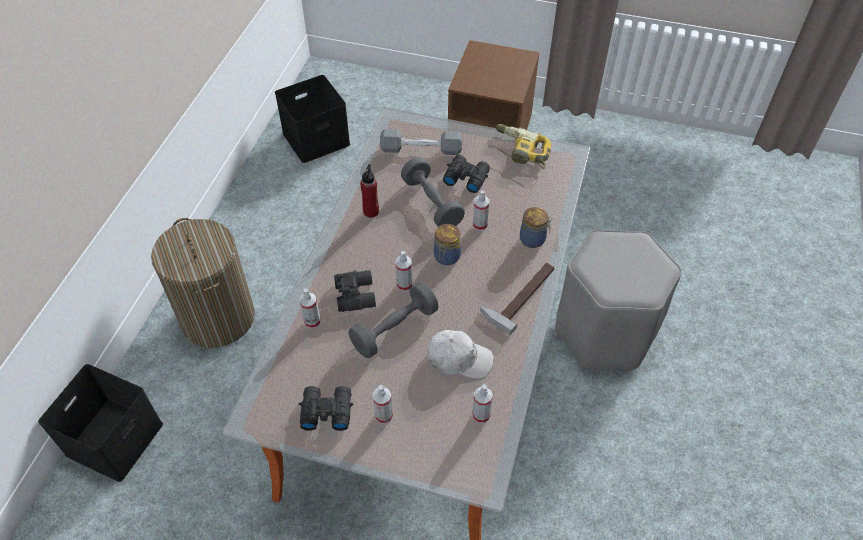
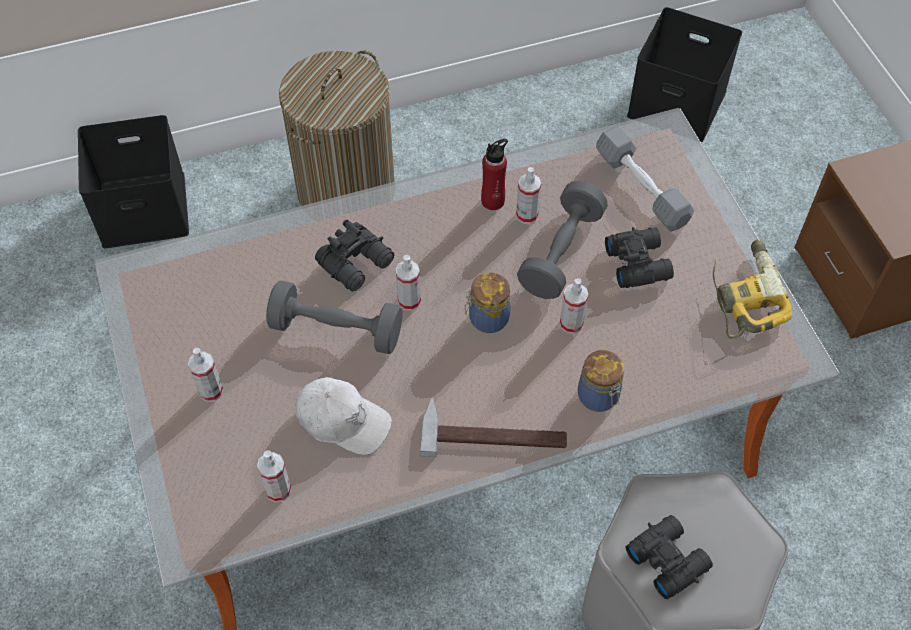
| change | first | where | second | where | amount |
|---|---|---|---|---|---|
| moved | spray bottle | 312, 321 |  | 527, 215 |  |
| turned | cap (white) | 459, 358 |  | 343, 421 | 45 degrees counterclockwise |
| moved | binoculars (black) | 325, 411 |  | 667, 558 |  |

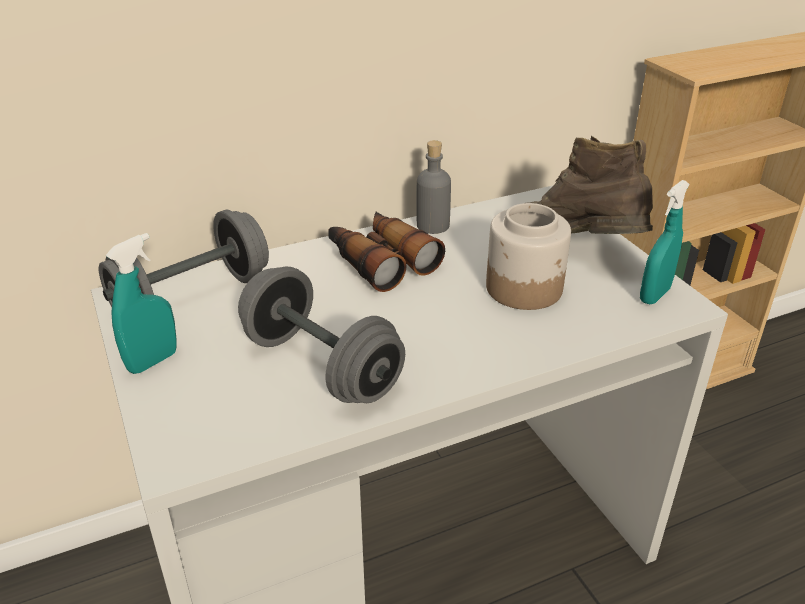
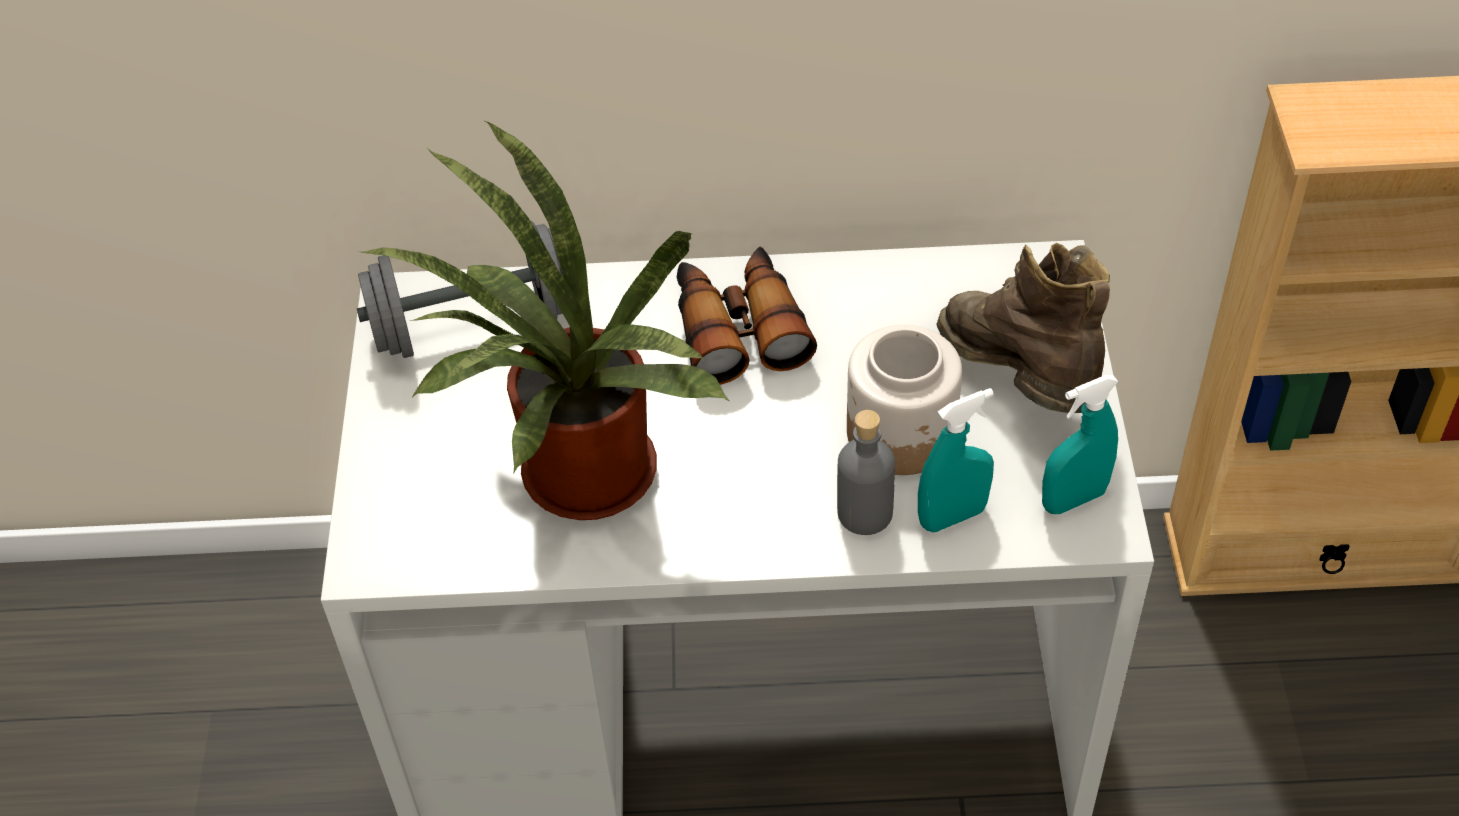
| change | first | where | second | where | amount |
|---|---|---|---|---|---|
| moved | bottle (grey) | 432, 225 |  | 864, 513 |  |
| moved | spray bottle (turquoise) | 153, 361 |  | 952, 516 |  |
| replaced | dumbbell (grey) | 321, 366 | potted plant | 578, 482 |  |

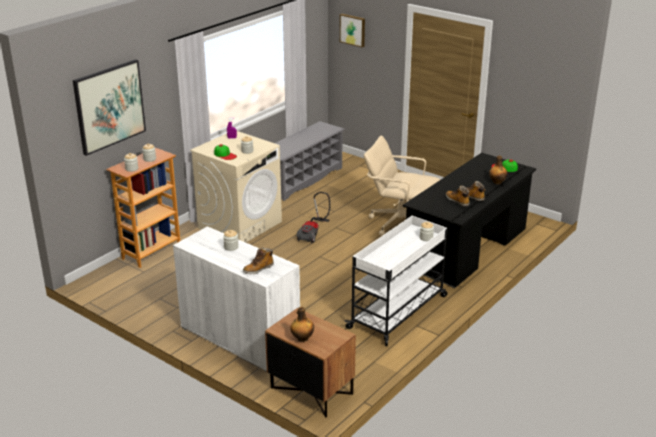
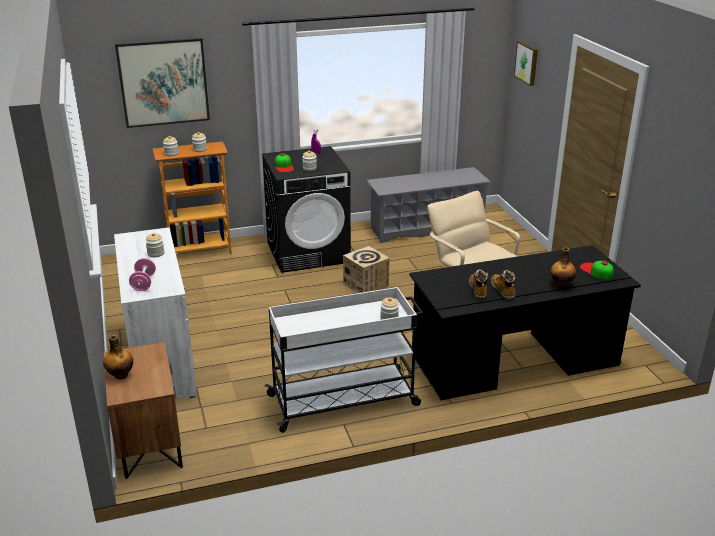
| change | first | where | second | where | amount |
|---|---|---|---|---|---|
| recoloured | washing machine (beige) | 240, 224 | washing machine (black) | 308, 252 |  |
| replaced | vacuum cleaner | 313, 233 | cardboard box | 366, 285 |  |
| replaced | boot | 258, 269 | dumbbell (pink) | 143, 283 |  |

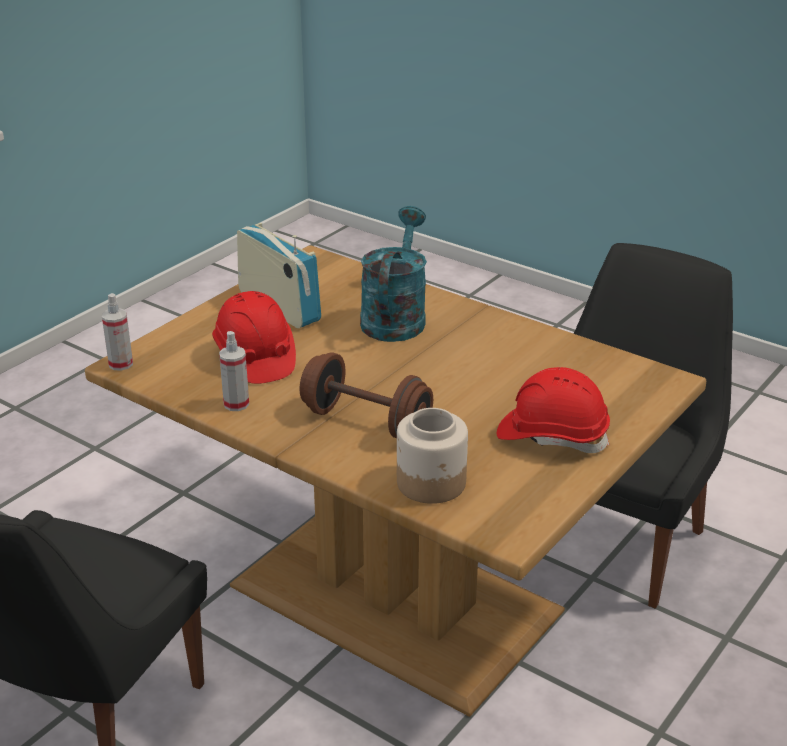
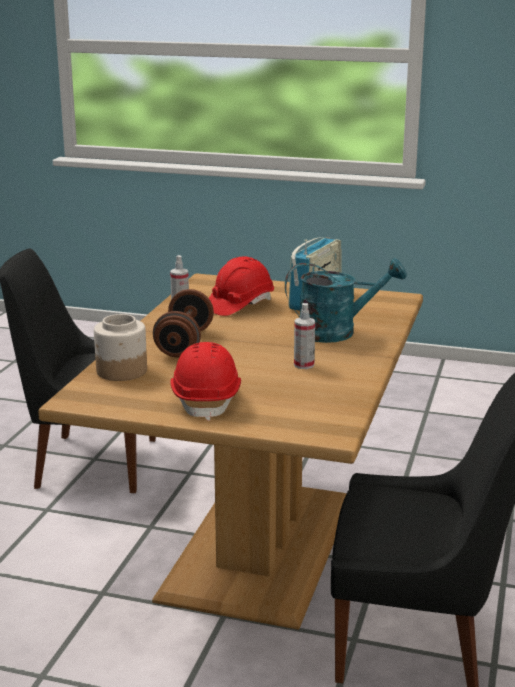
| change | first | where | second | where | amount |
|---|---|---|---|---|---|
| moved | spray bottle | 121, 364 |  | 304, 365 |  |

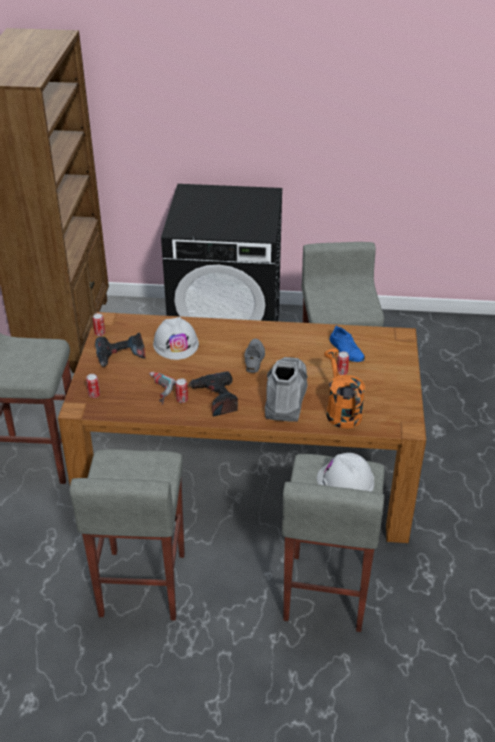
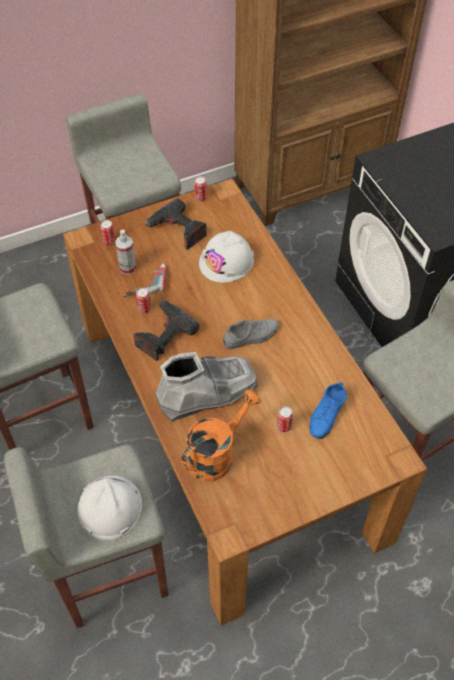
| change | first | where | second | where | amount |
|---|---|---|---|---|---|
| added |  |  | spray bottle | 127, 268 |  |

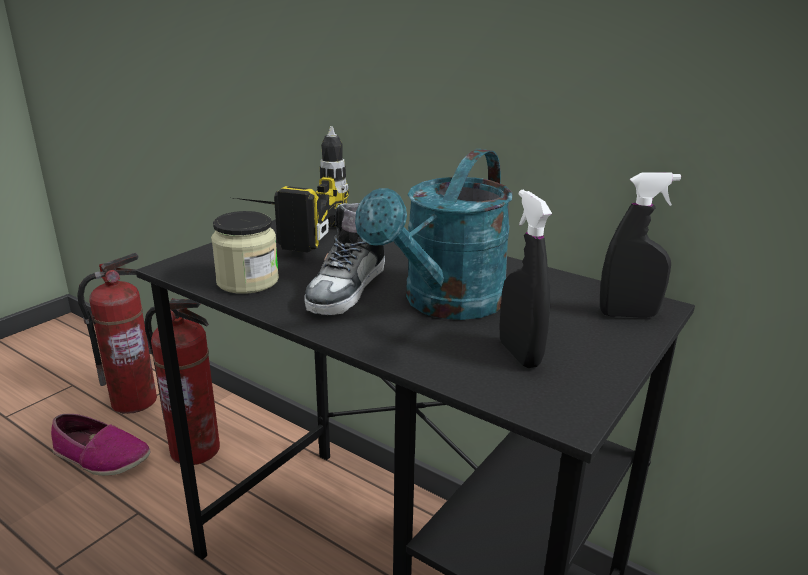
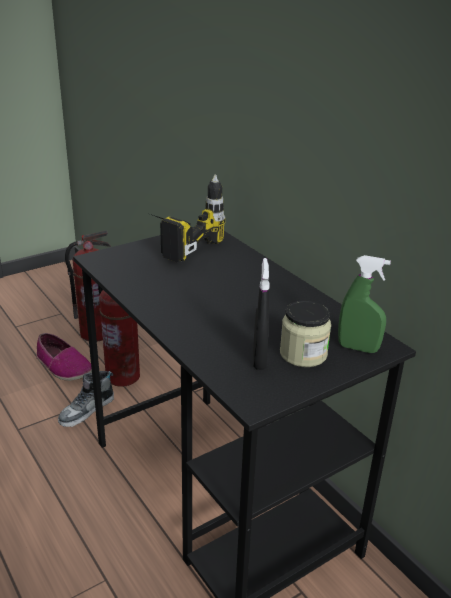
| change | first | where | second | where | amount |
|---|---|---|---|---|---|
| removed | watering can (turquoise) | 446, 304 |  |  |  |
| recoloured | spray bottle (black) | 628, 314 | spray bottle (green) | 358, 348 |  |
| moved | shoe | 348, 288 |  | 87, 410 |  |
| moved | jar | 247, 281 |  | 303, 354 |  |

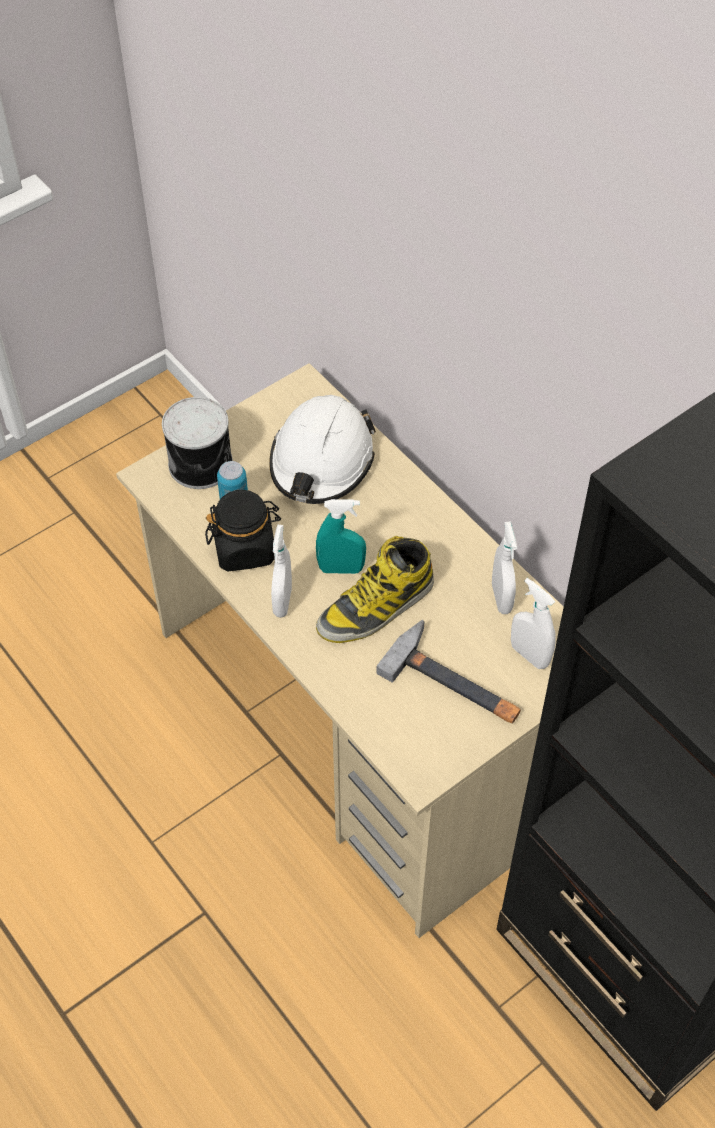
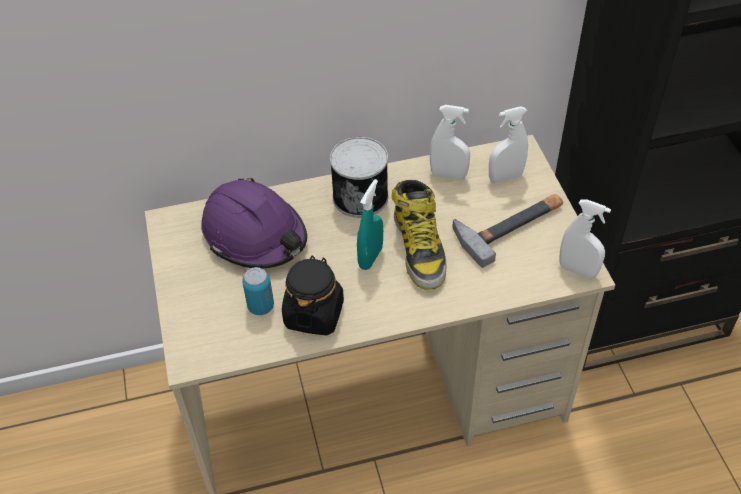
| change | first | where | second | where | amount |
|---|---|---|---|---|---|
| recoloured | hard hat (white) | 321, 461 | hard hat (purple) | 255, 235 |  |
| moved | can | 202, 464 |  | 361, 196 |  |
| moved | spray bottle (white) | 282, 601 |  | 577, 270 |  |

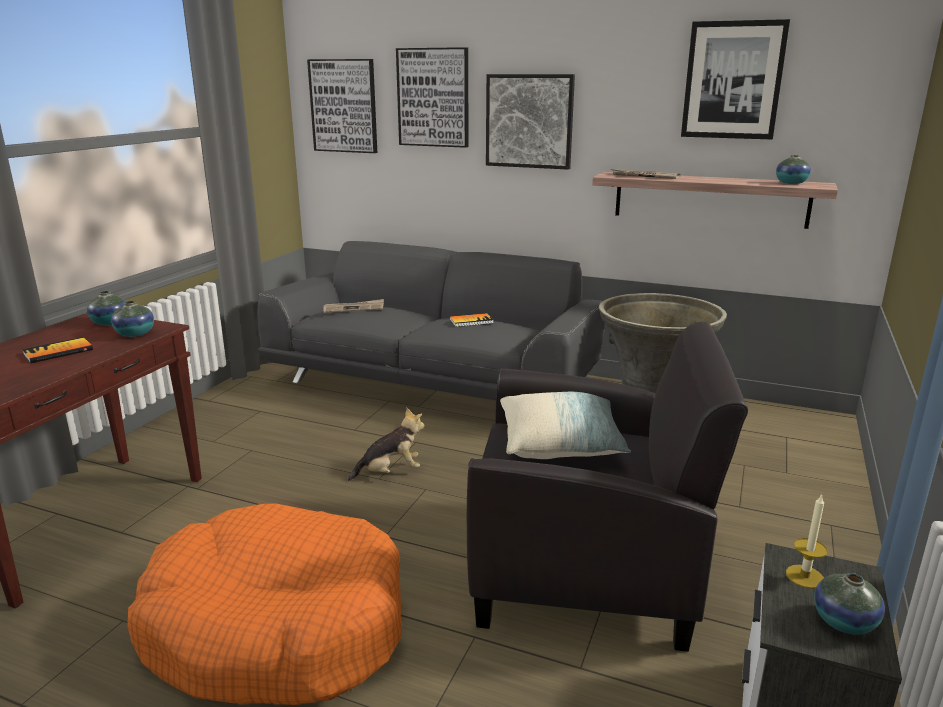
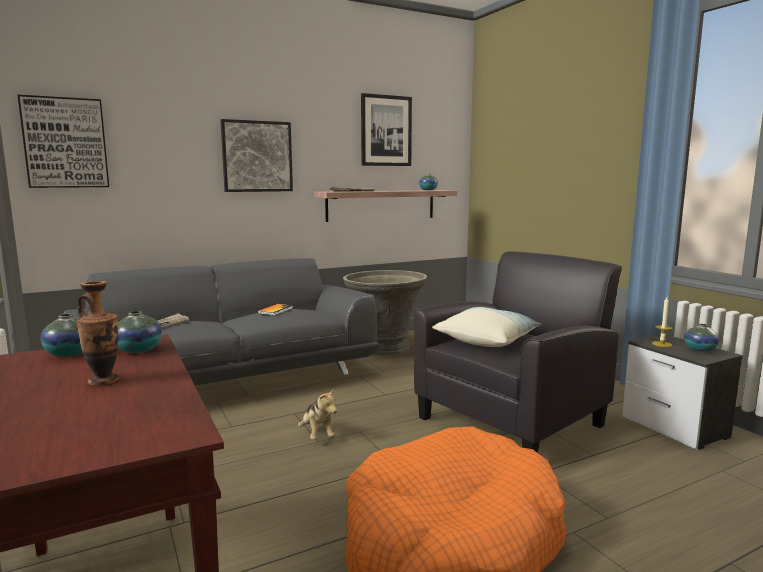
| change | first | where | second | where | amount |
|---|---|---|---|---|---|
| removed | picture | 433, 97 |  |  |  |
| replaced | book | 58, 352 | vase | 103, 381 |  |
| turned | plush toy | 390, 472 |  | 317, 435 | 135 degrees clockwise |

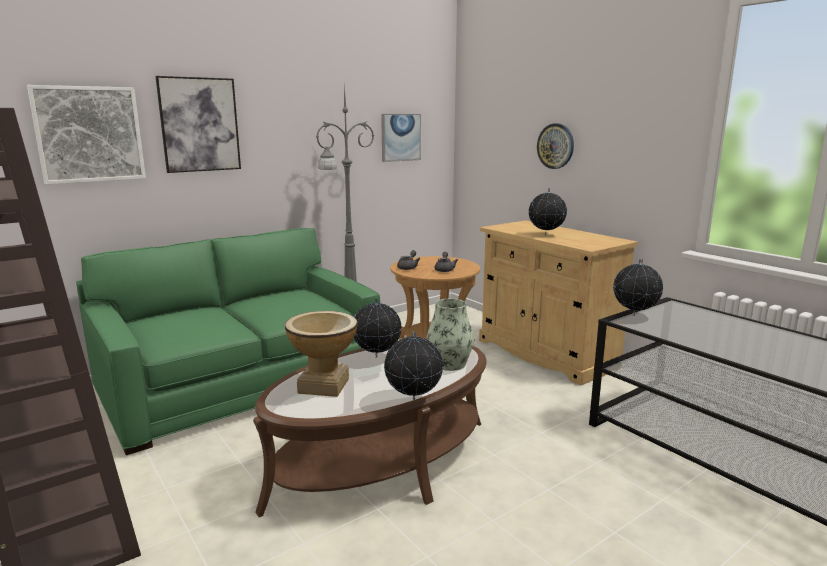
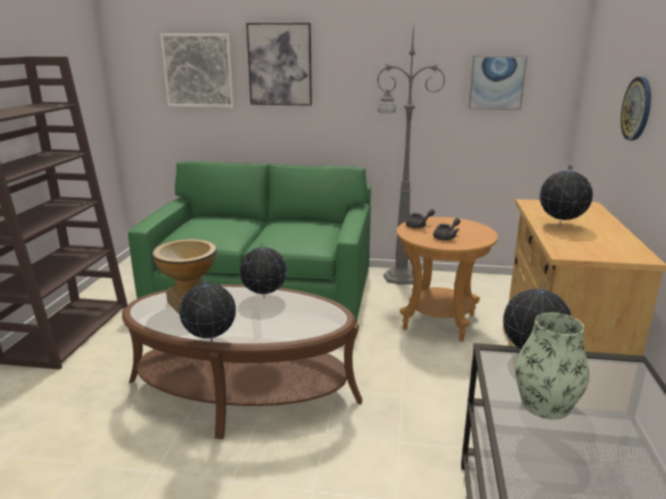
| change | first | where | second | where | amount |
|---|---|---|---|---|---|
| moved | vase | 449, 364 |  | 545, 404 |  |

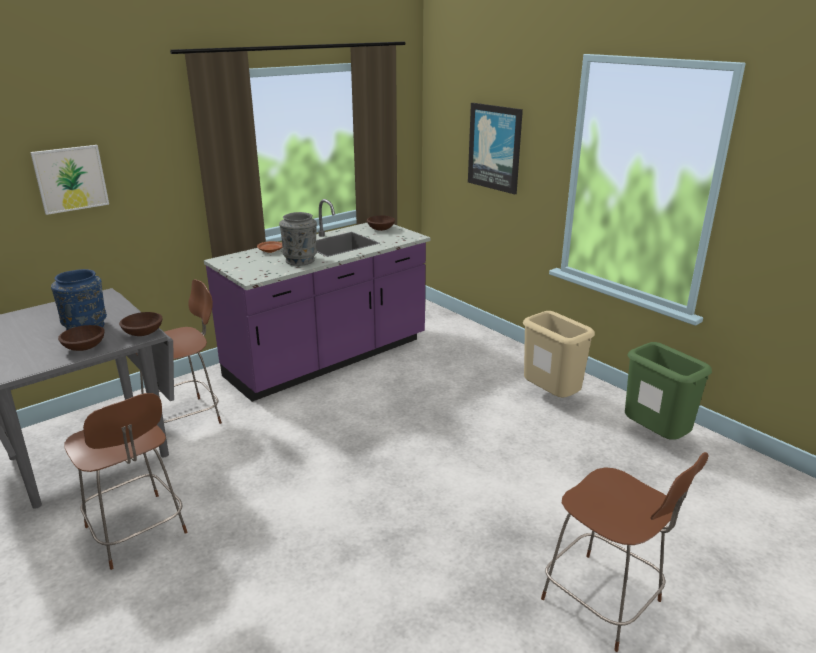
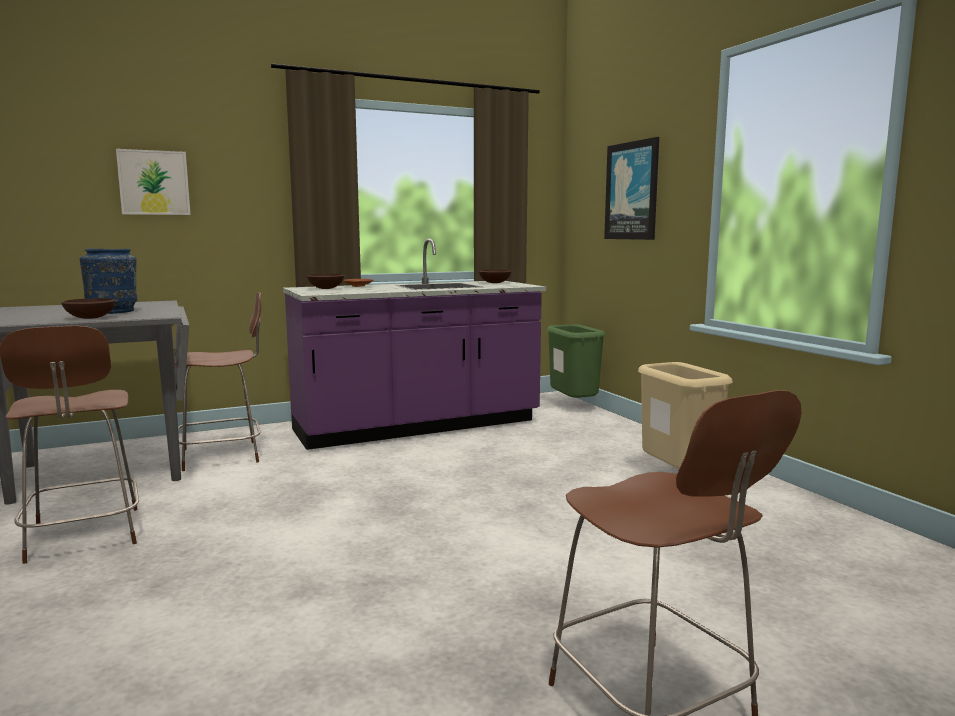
| change | first | where | second | where | amount |
|---|---|---|---|---|---|
| removed | vase (grey) | 300, 260 |  |  |  |
| moved | bowl (brown) | 144, 333 |  | 326, 288 |  |
| moved | trash can (green) | 655, 438 |  | 574, 407 |  |

